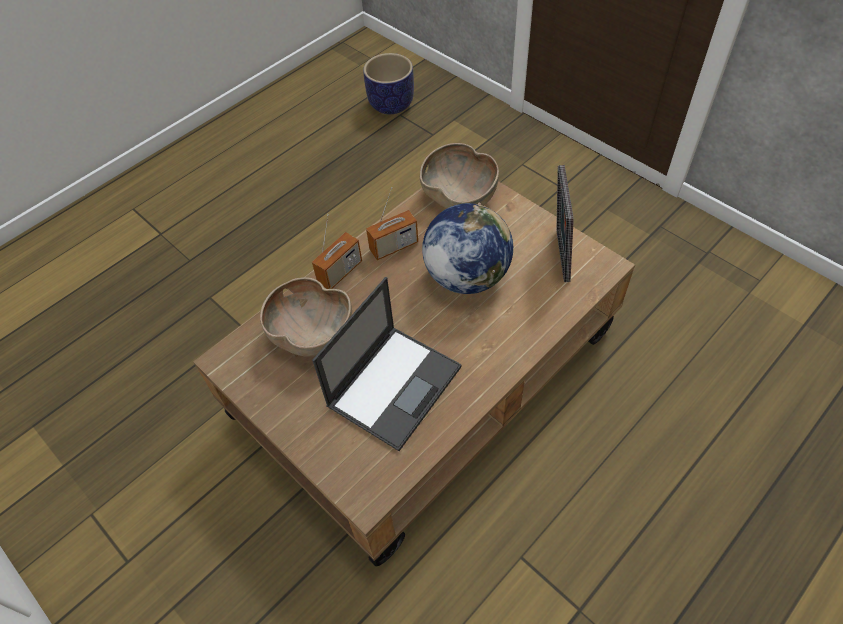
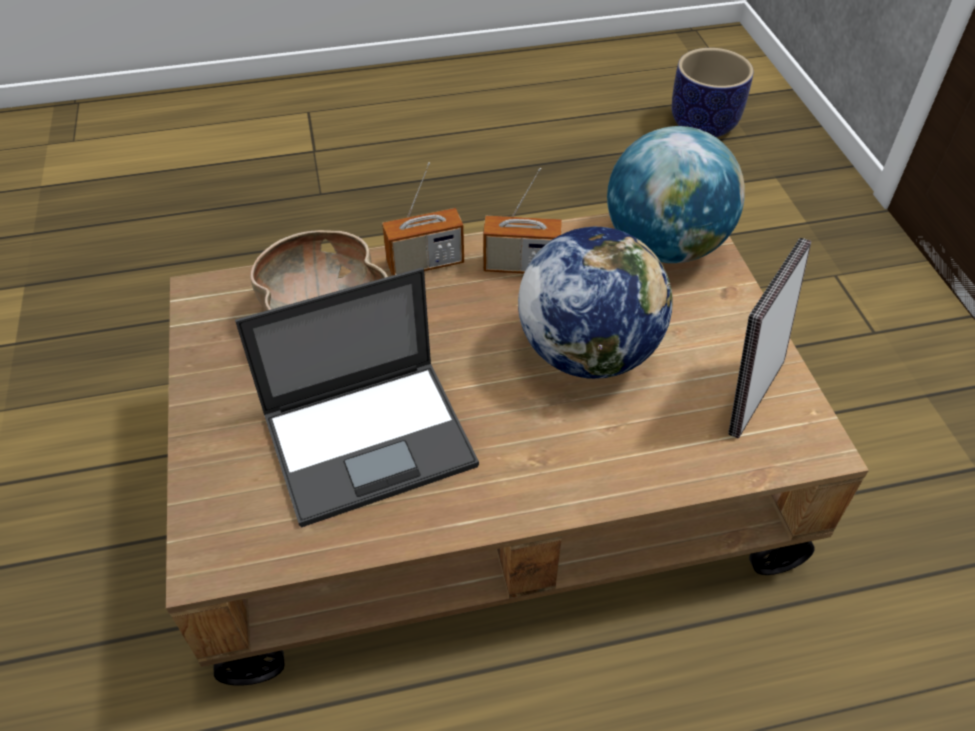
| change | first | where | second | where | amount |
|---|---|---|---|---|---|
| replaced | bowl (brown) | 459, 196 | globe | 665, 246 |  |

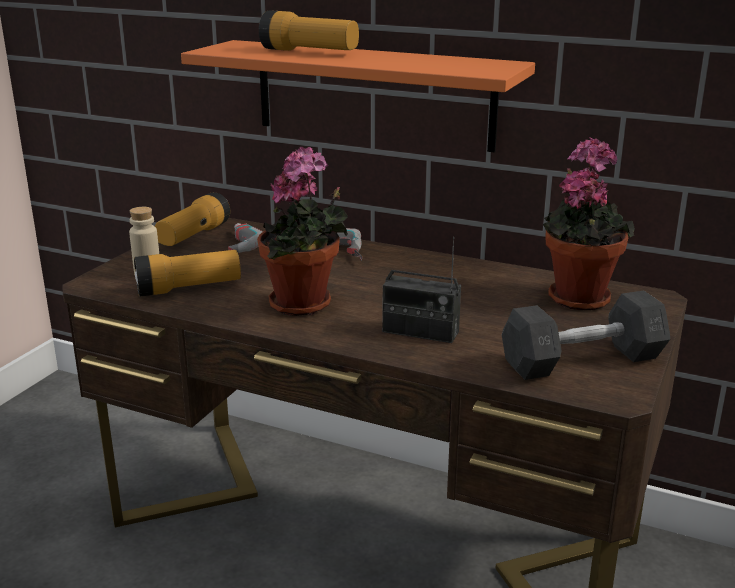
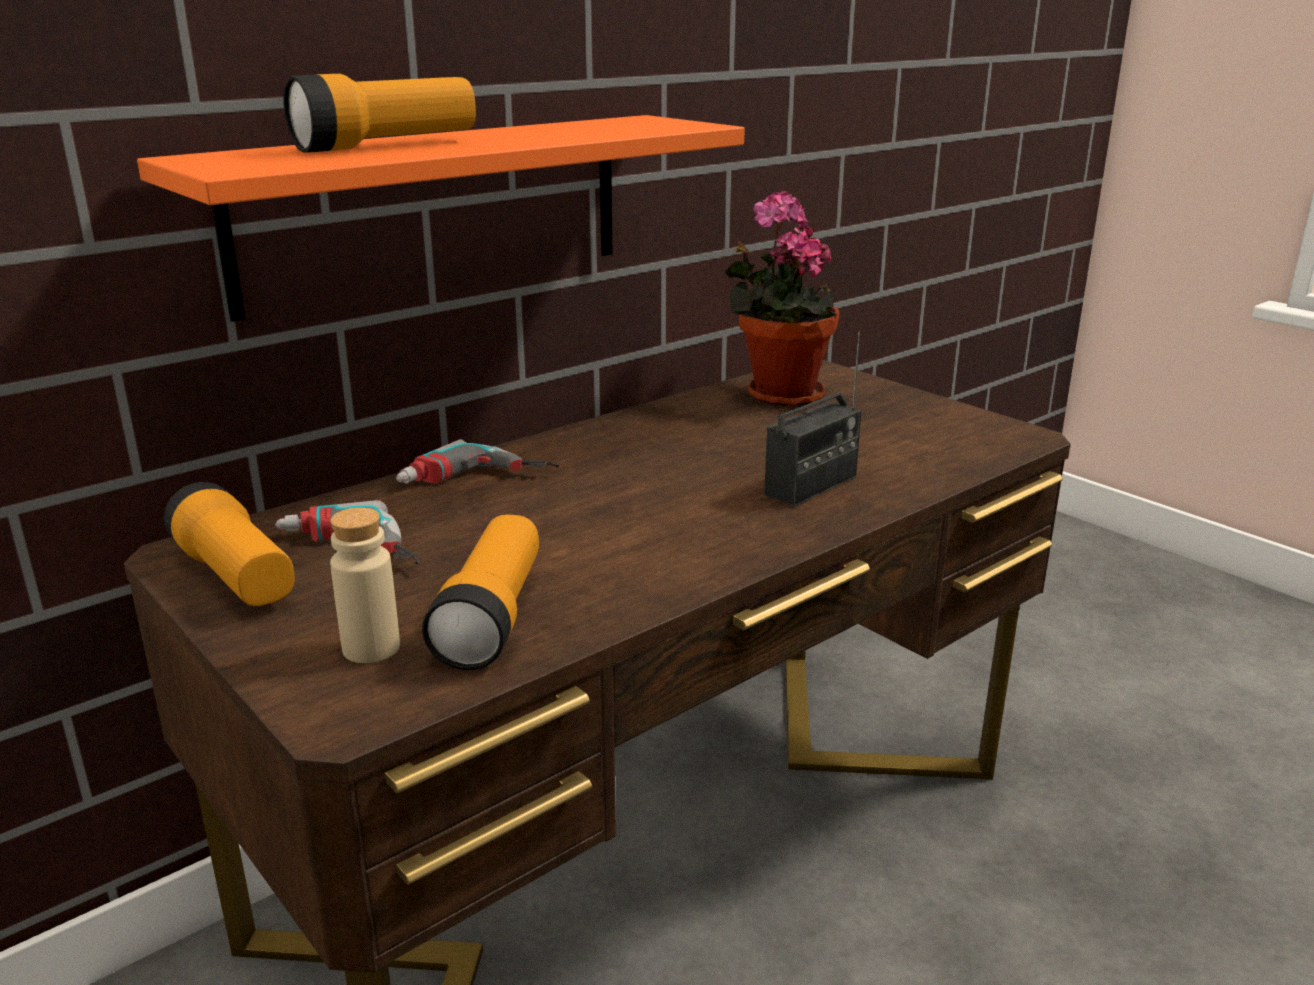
| change | first | where | second | where | amount |
|---|---|---|---|---|---|
| removed | potted plant | 305, 305 |  |  |  |
| removed | dumbbell (grey) | 582, 361 |  |  |  |

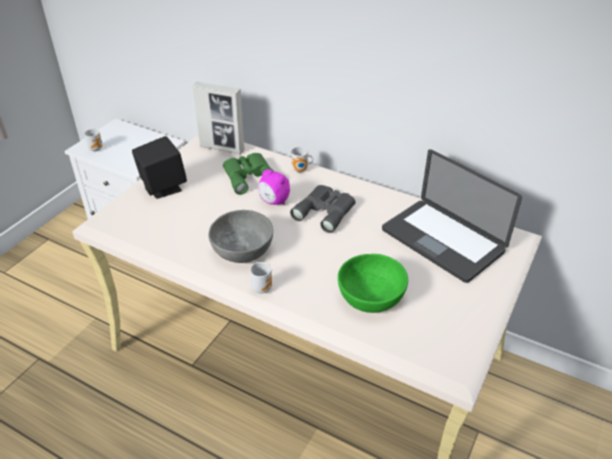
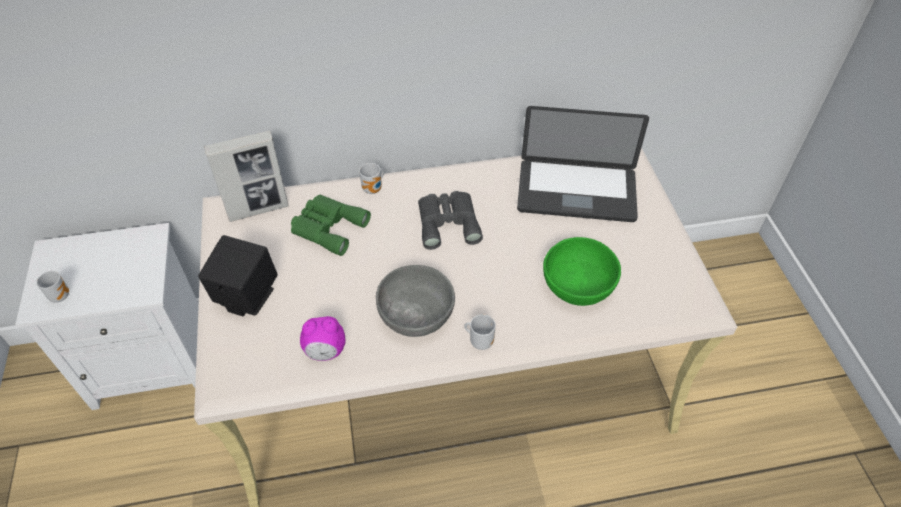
| change | first | where | second | where | amount |
|---|---|---|---|---|---|
| moved | alarm clock | 274, 202 |  | 325, 351 |  |

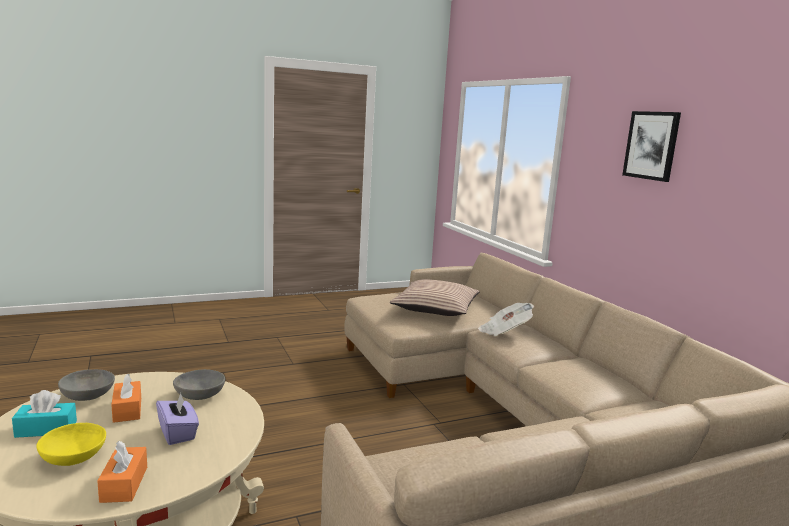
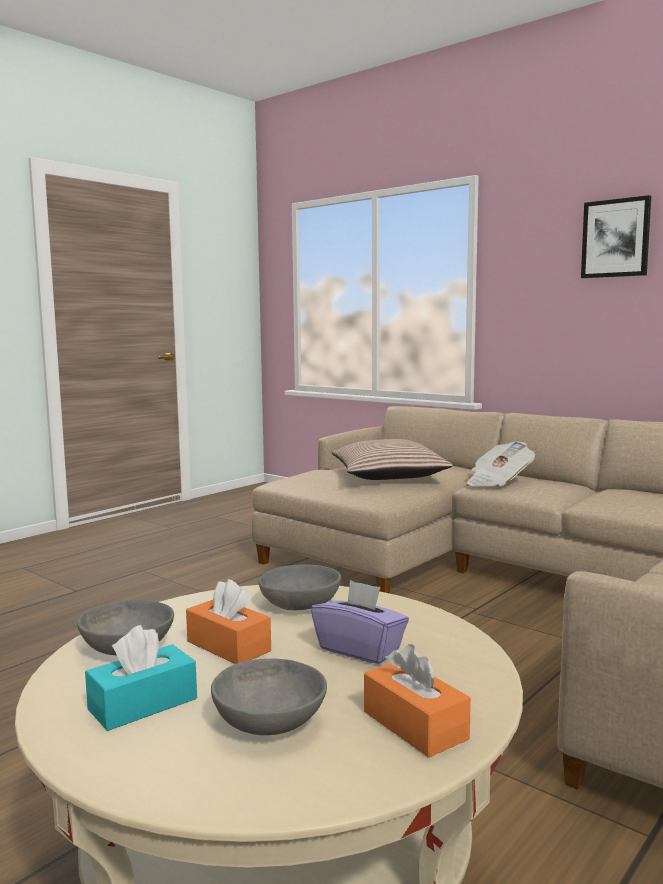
| change | first | where | second | where | amount |
|---|---|---|---|---|---|
| recoloured | bowl (yellow) | 74, 458 | bowl (grey) | 271, 722 |  |

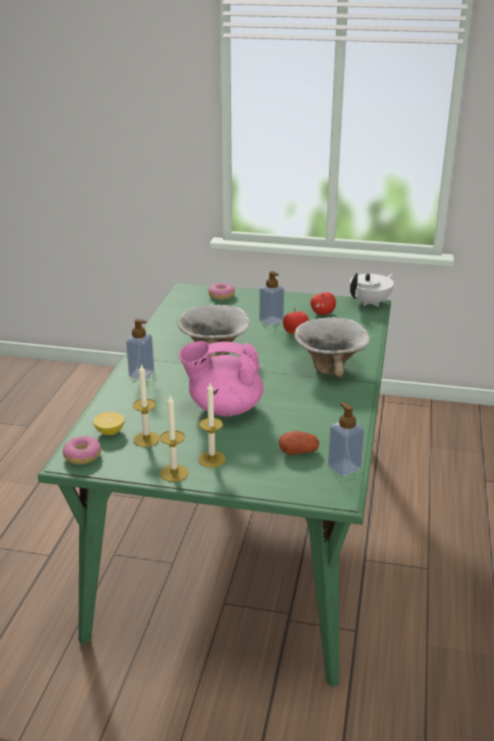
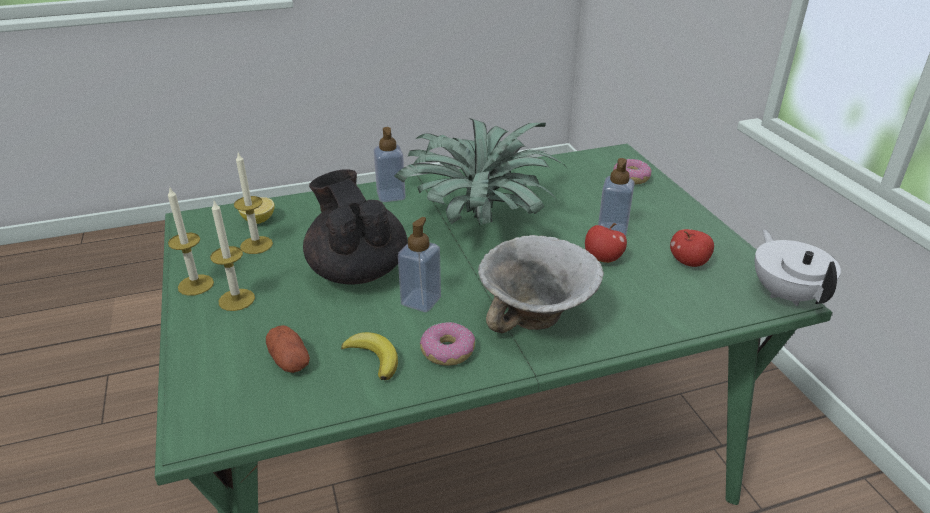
| change | first | where | second | where | amount |
|---|---|---|---|---|---|
| turned | teapot (white) | 370, 303 |  | 786, 294 | 120 degrees counterclockwise |
| replaced | bowl | 215, 353 | potted plant | 482, 222 |  |
| recoloured | teapot (pink) | 224, 408 | teapot (black) | 357, 270 |  |
| moved | soap dispenser | 344, 468 |  | 421, 301 |  |
| moved | donut | 82, 456 |  | 447, 351 |  |
| added |  |  | banana | 374, 358 |  |

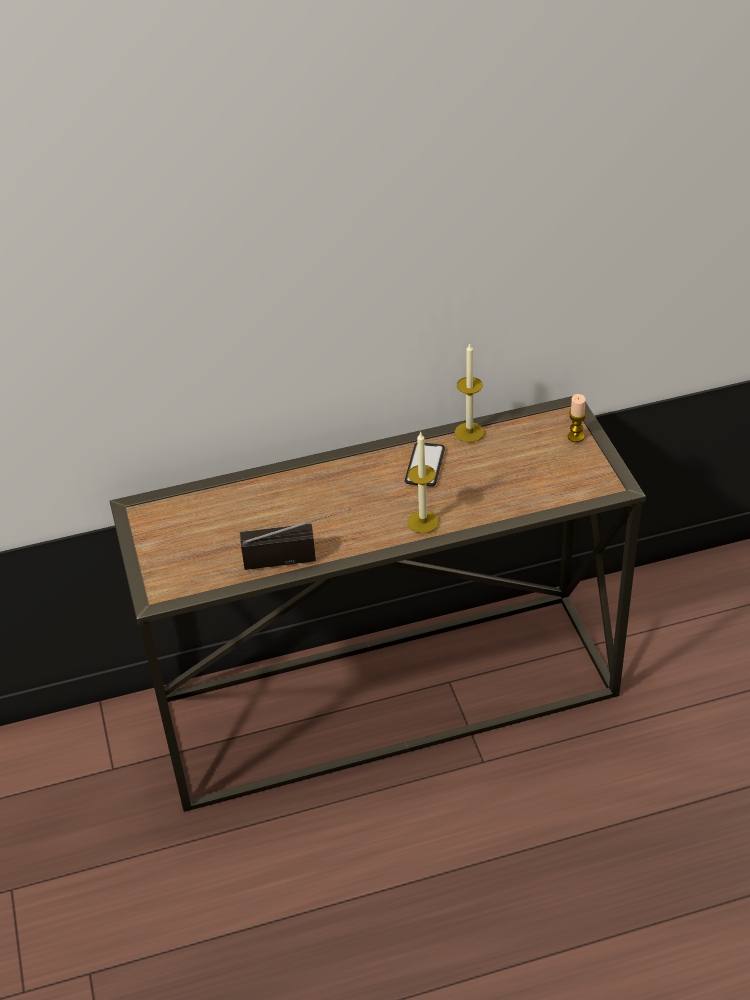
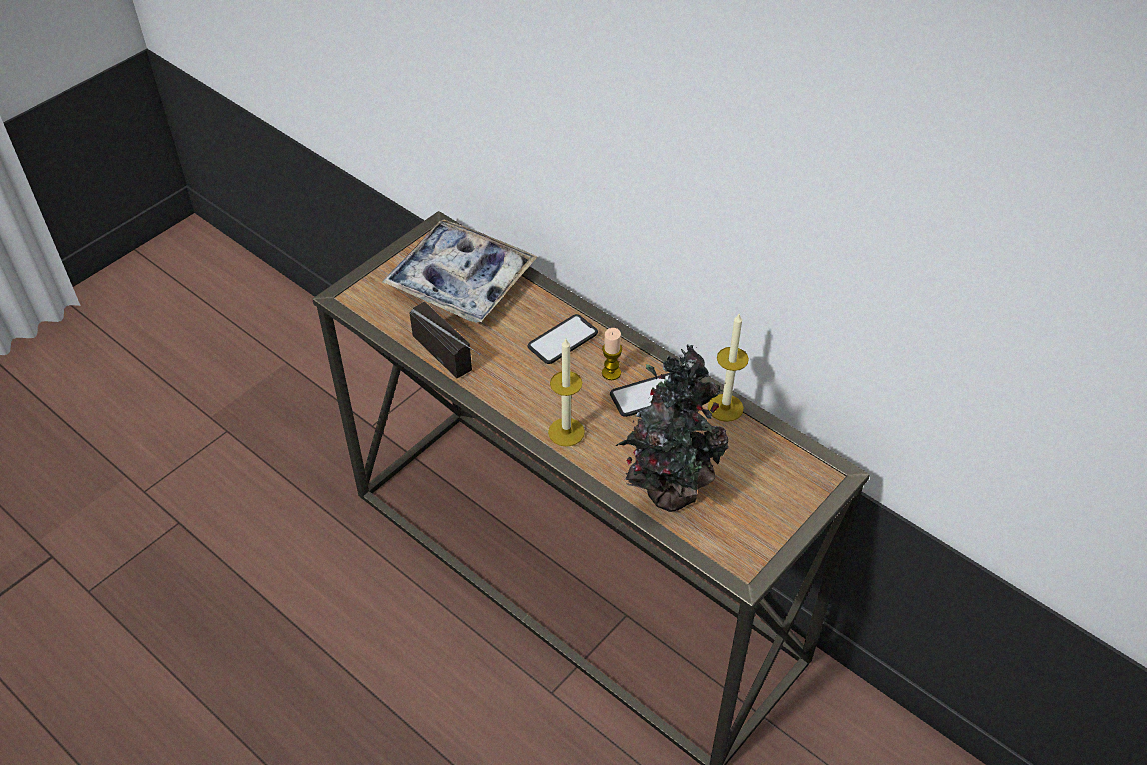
| change | first | where | second | where | amount |
|---|---|---|---|---|---|
| moved | candle | 575, 436 |  | 611, 373 |  |
| added |  |  | tray | 461, 281 |  |
| added |  |  | phone | 562, 340 |  |
| added |  |  | potted plant | 667, 490 |  |

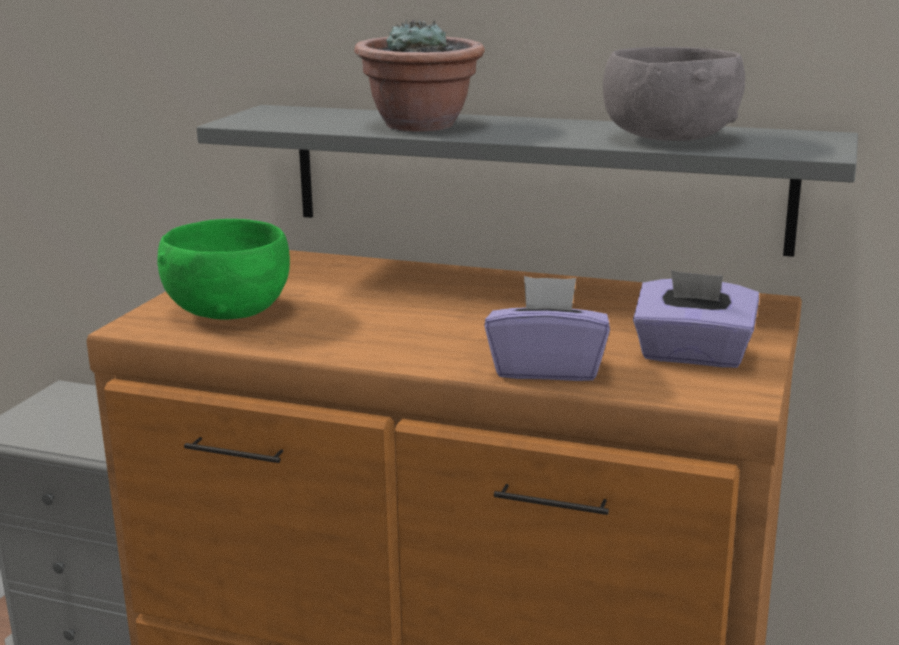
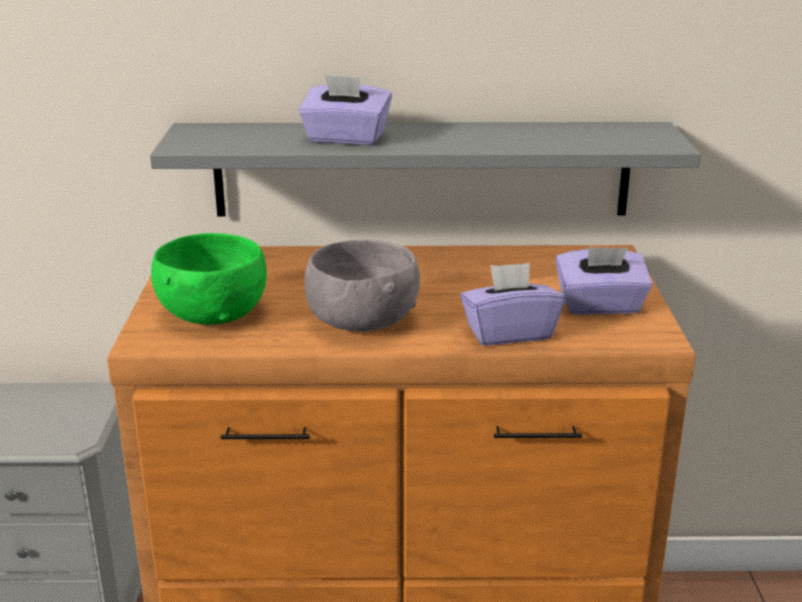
| change | first | where | second | where | amount |
|---|---|---|---|---|---|
| replaced | potted plant | 421, 125 | tissue box (purple) | 346, 139 |  |
| moved | bowl (grey) | 668, 138 |  | 361, 322 |  |

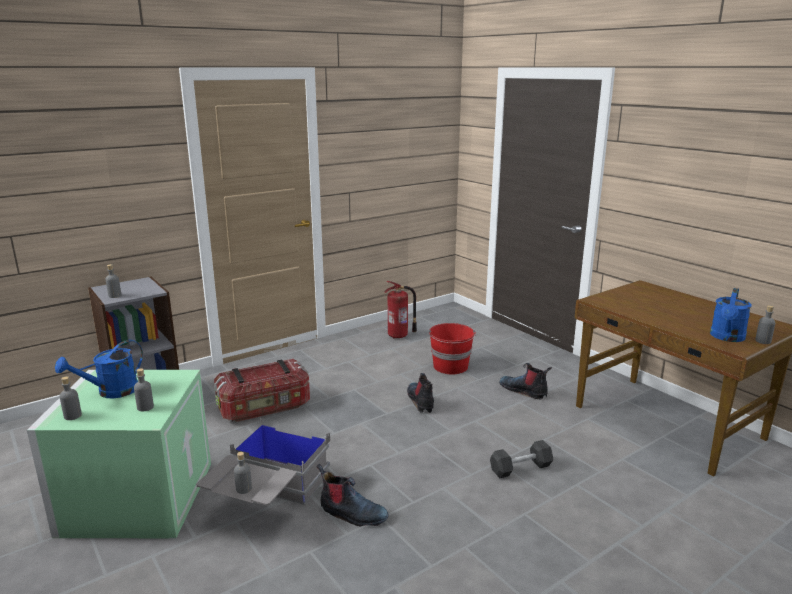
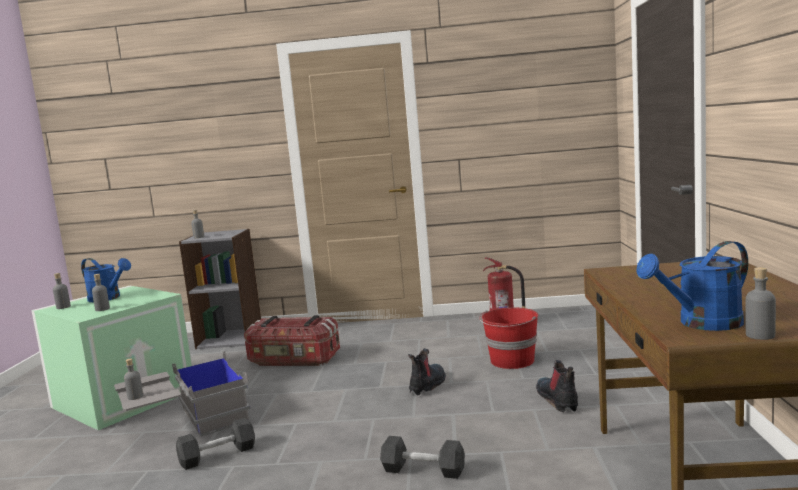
| change | first | where | second | where | amount |
|---|---|---|---|---|---|
| turned | watering can (blue) | 111, 392 |  | 108, 298 | 150 degrees counterclockwise |
| replaced | boot | 352, 514 | dumbbell (black) | 218, 455 |  |

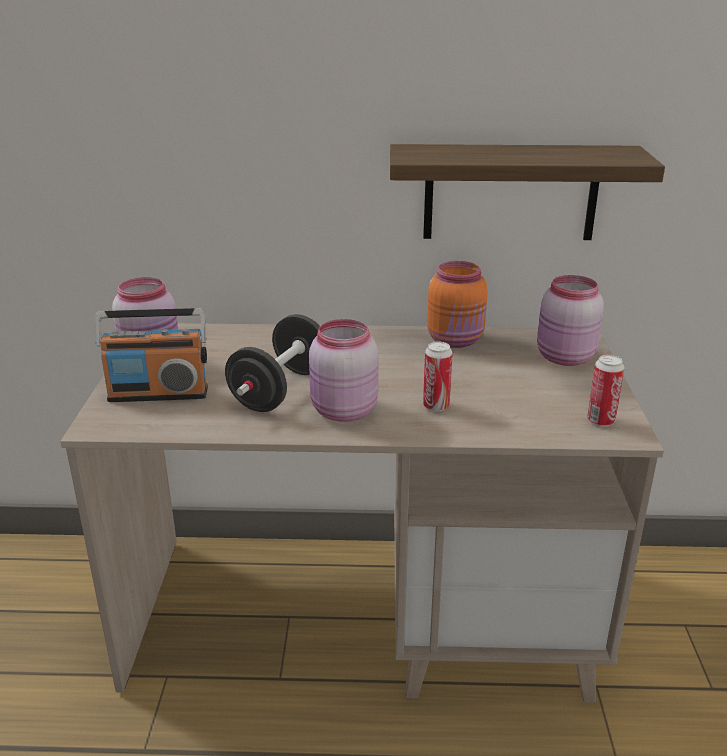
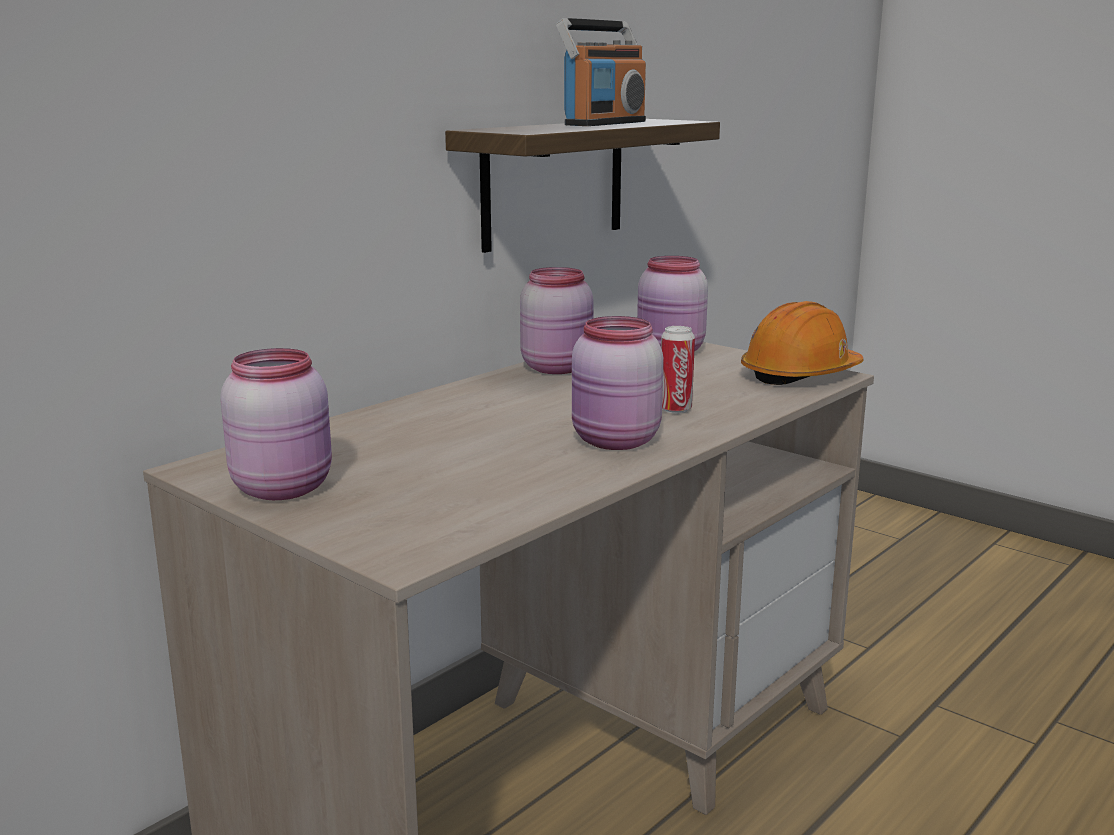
| change | first | where | second | where | amount |
|---|---|---|---|---|---|
| recoloured | jar (orange) | 456, 340 | jar (pink) | 559, 368 |  |
| moved | radio | 158, 394 |  | 604, 123 |  |
| removed | dumbbell (black) | 280, 390 |  |  |  |
| replaced | can | 600, 421 | hard hat (orange) | 800, 375 |  |

